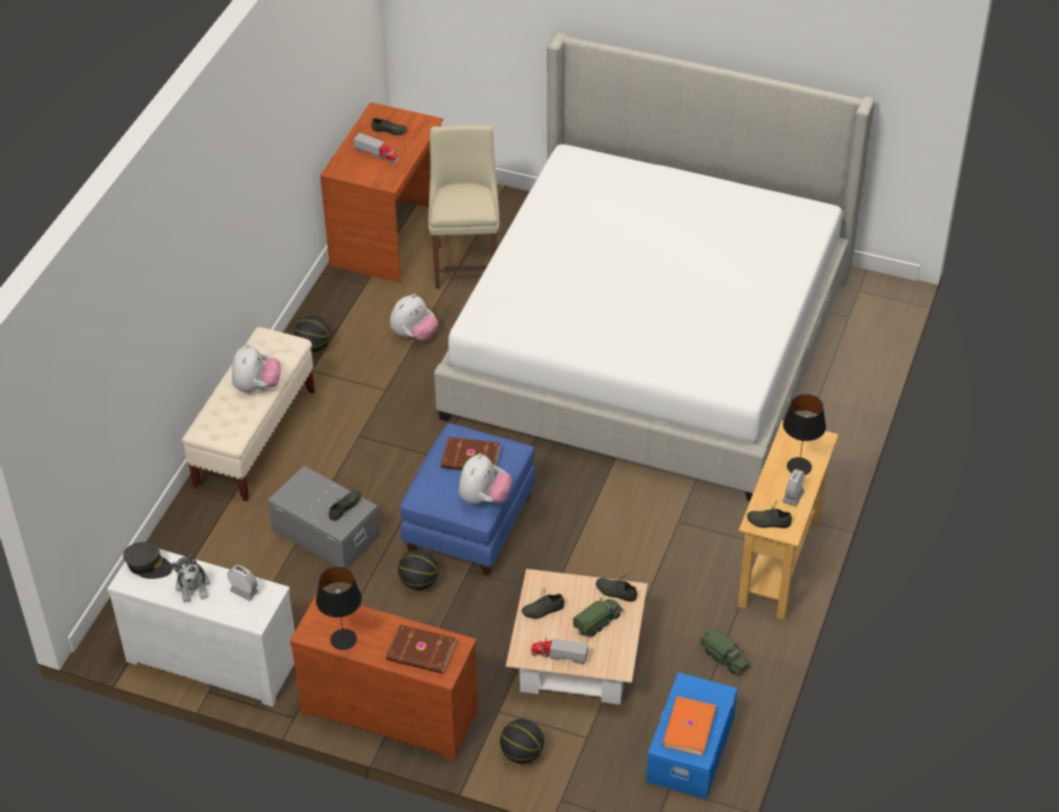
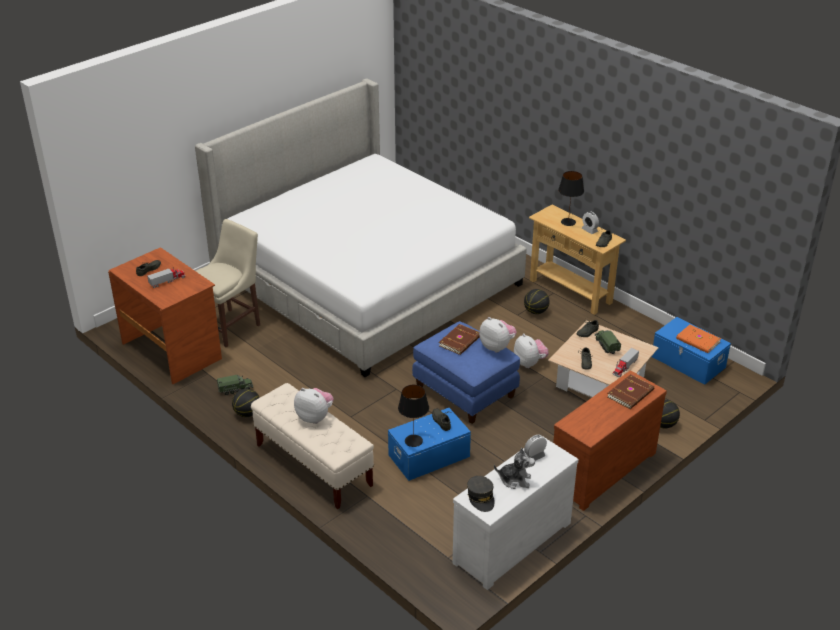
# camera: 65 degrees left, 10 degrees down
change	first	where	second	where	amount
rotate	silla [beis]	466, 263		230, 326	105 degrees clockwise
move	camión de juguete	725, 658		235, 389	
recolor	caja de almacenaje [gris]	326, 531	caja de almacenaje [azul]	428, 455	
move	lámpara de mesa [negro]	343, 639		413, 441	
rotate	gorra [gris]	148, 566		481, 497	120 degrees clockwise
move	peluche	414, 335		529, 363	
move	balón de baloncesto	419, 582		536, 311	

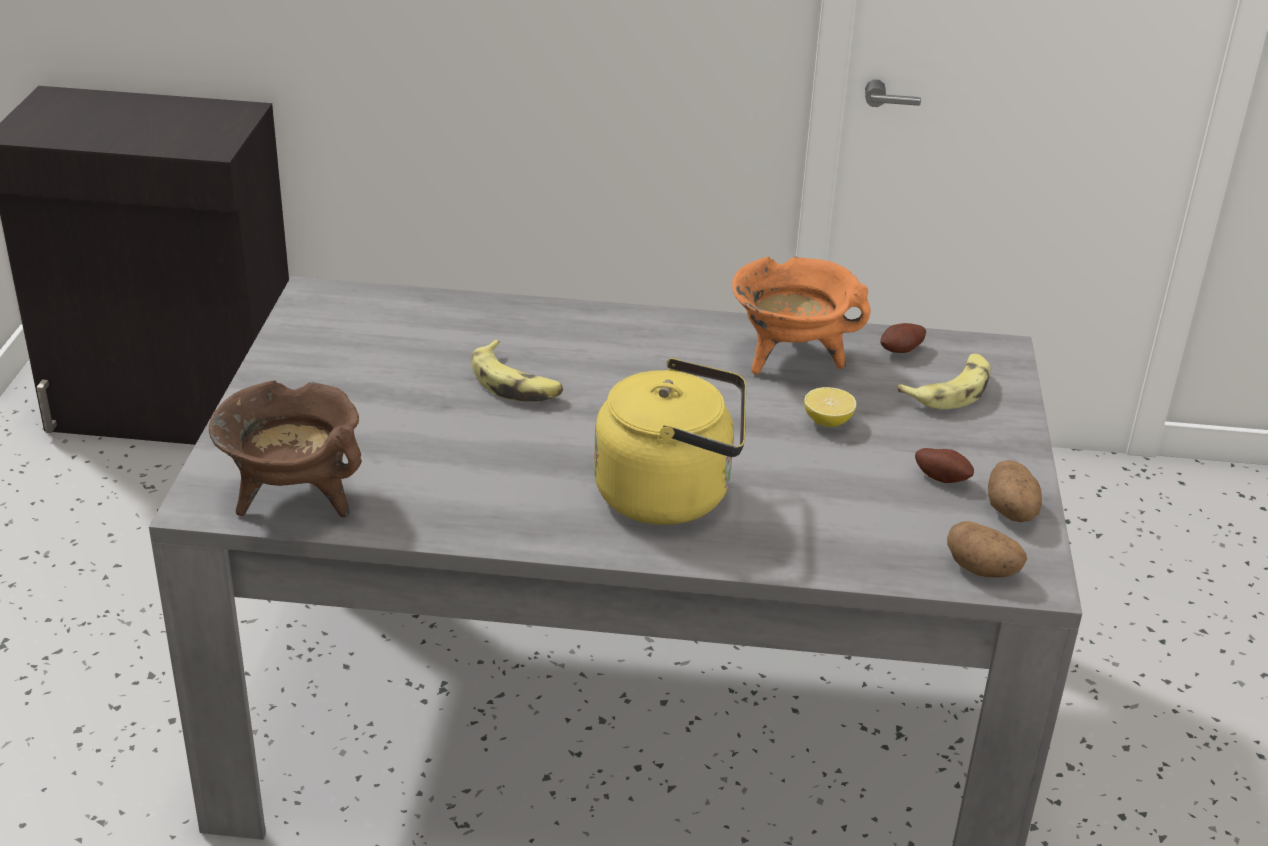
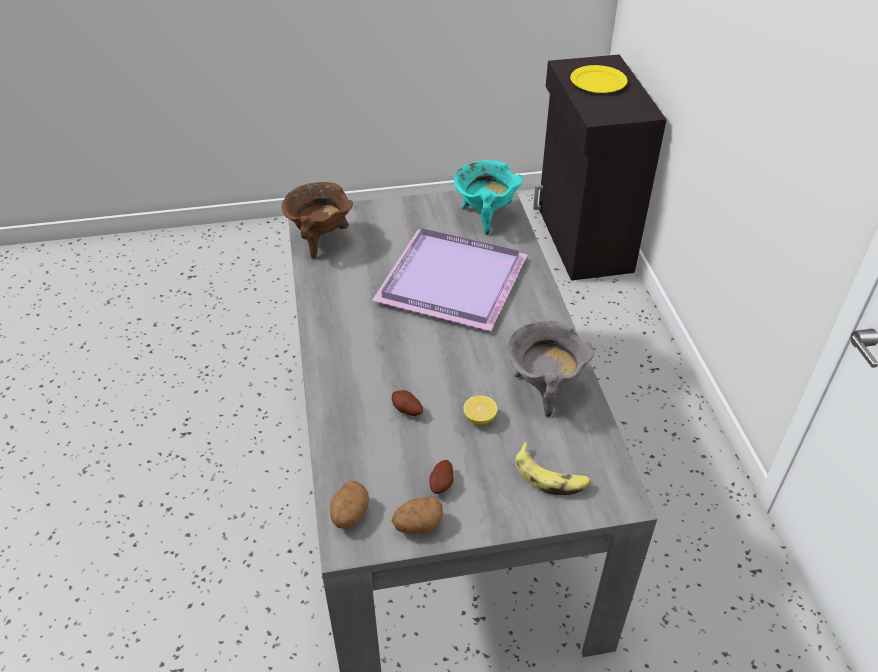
# camera: 75 degrees right, 10 degrees up
change	first	where	second	where	amount
replace	plátano	516, 383	bandeja [morado]	453, 283	
move	patata	902, 351		406, 411	
insert			olla [turquesa]	485, 217	
recolor	olla [naranja]	790, 359	olla [gris]	544, 389	
insert			plato [amarillo]	598, 82	
delete	hervidor [amarillo]	671, 494			

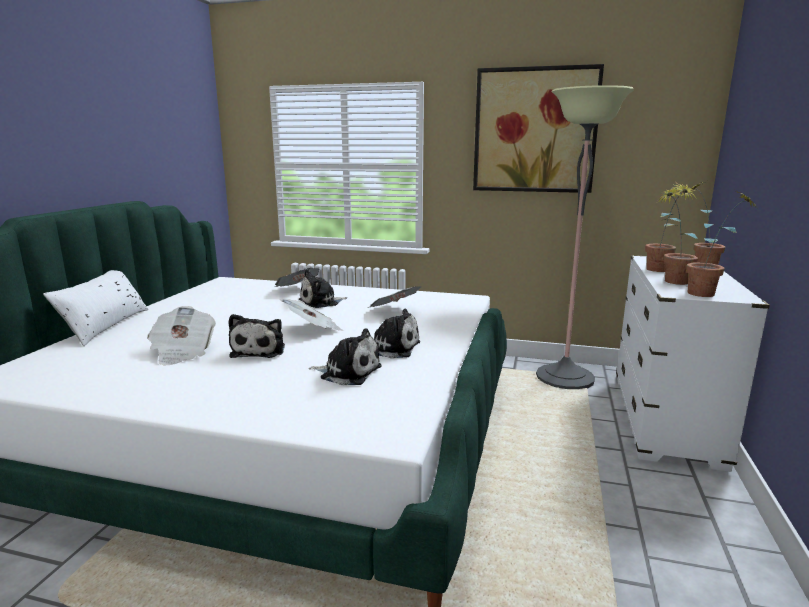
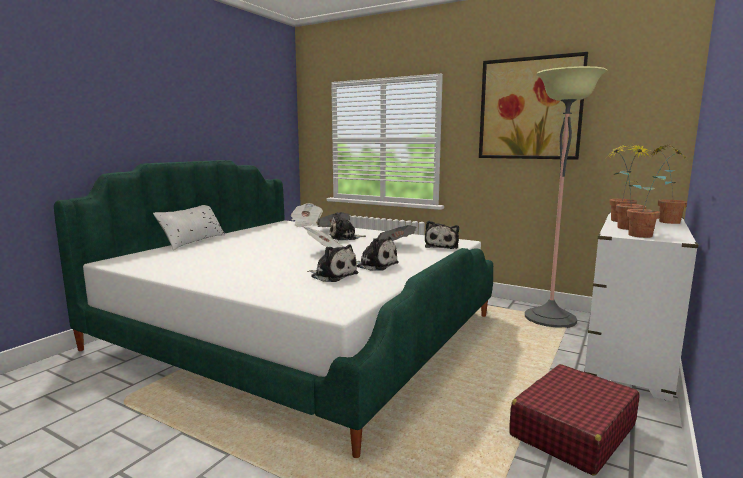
# camera: 15 degrees right, 5 degrees down
change	first	where	second	where	amount
move	periódico	182, 352		306, 224	
move	peluche	260, 350		442, 246	
insert			maleta [rojo]	572, 431	

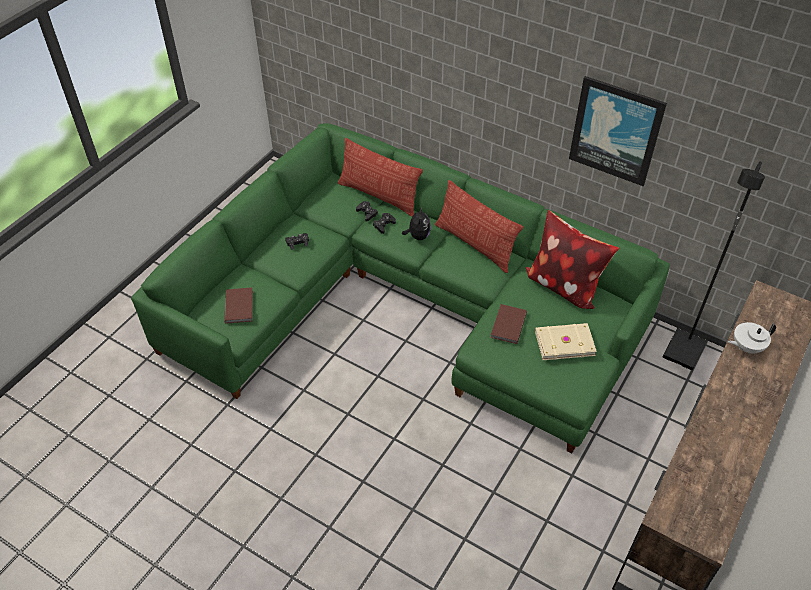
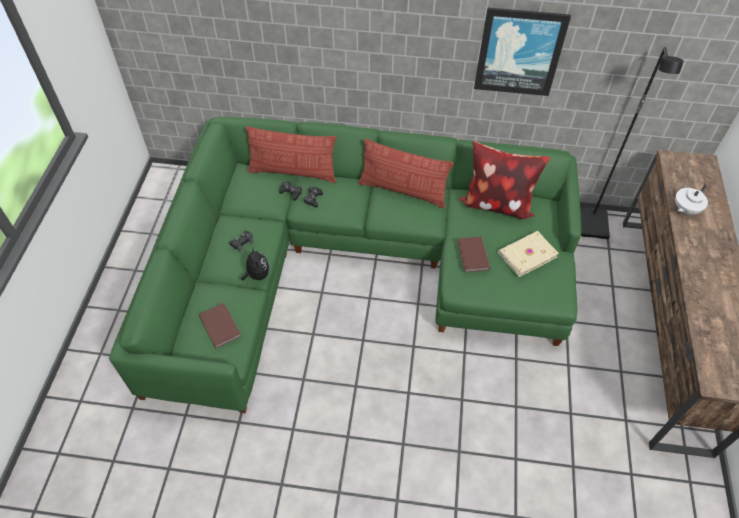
# camera: 25 degrees left, 5 degrees up
change	first	where	second	where	amount
move	peluche	418, 236		257, 275	

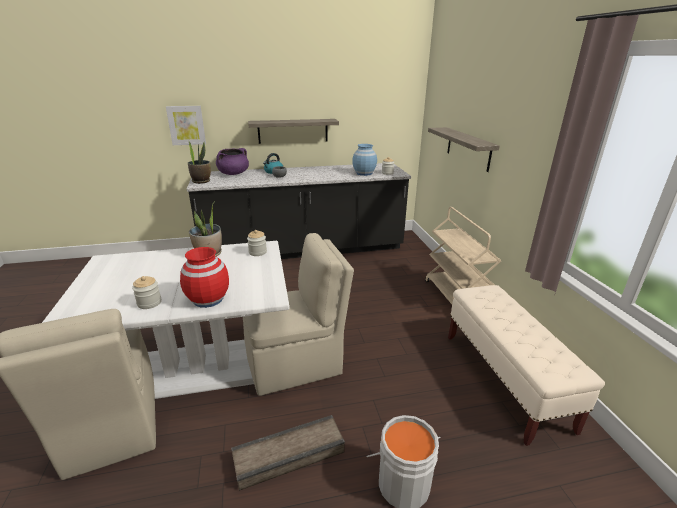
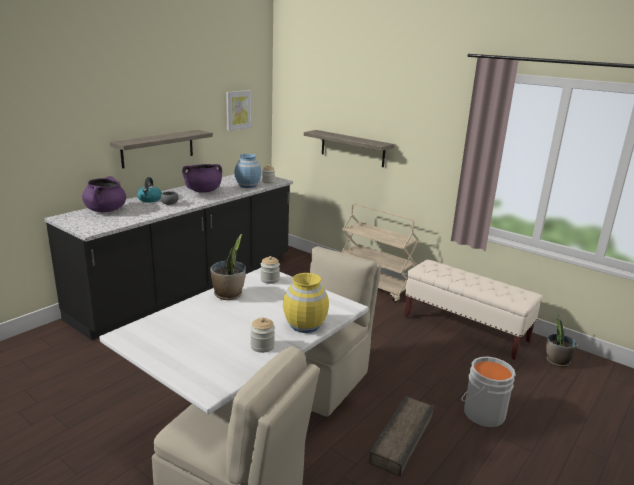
# camera: 40 degrees left, 5 degrees down
change	first	where	second	where	amount
insert			olla [morado]	203, 191	
move	cuadro	186, 125		238, 110	
recolor	florero [rojo]	208, 299	florero [amarillo]	304, 325	
move	planta en maceta	201, 181		557, 361	

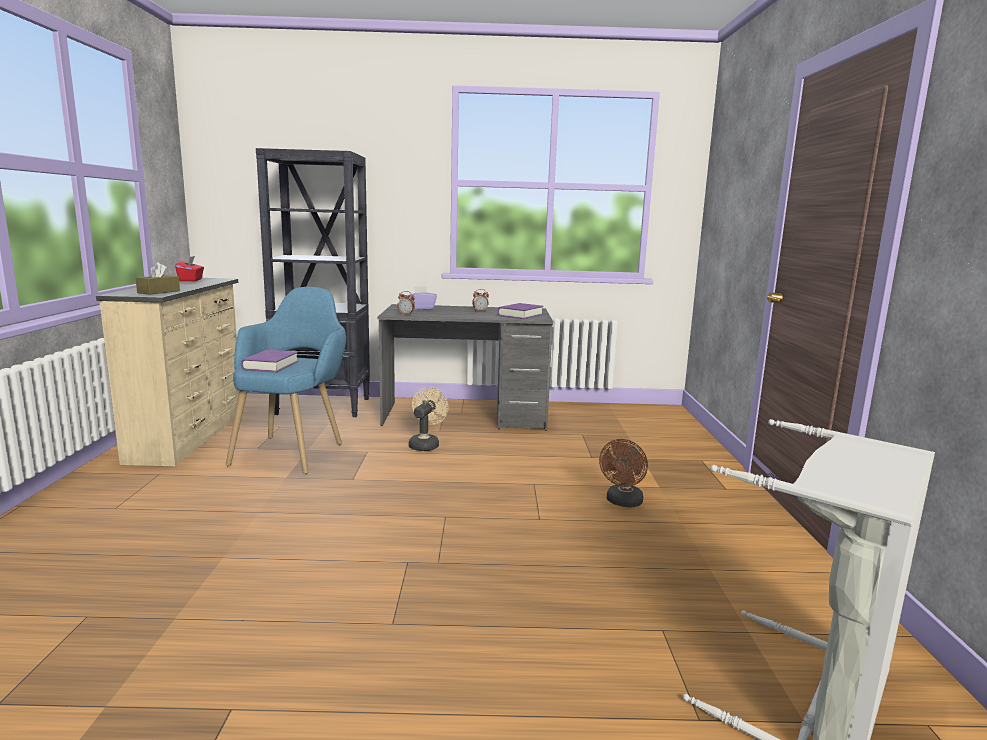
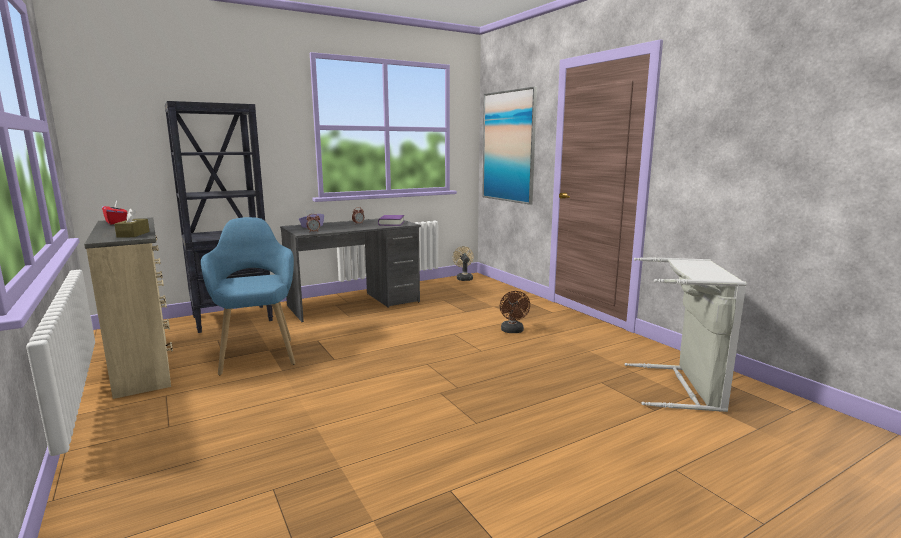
# camera: 30 degrees left, 0 degrees up
change	first	where	second	where	amount
move	ventilador [beis]	426, 444		463, 278	
insert			cuadro	508, 146	
delete	libro [morado]	270, 366			

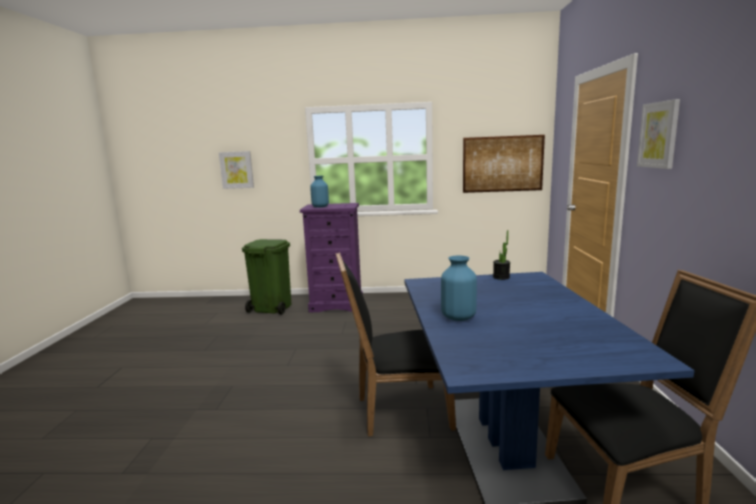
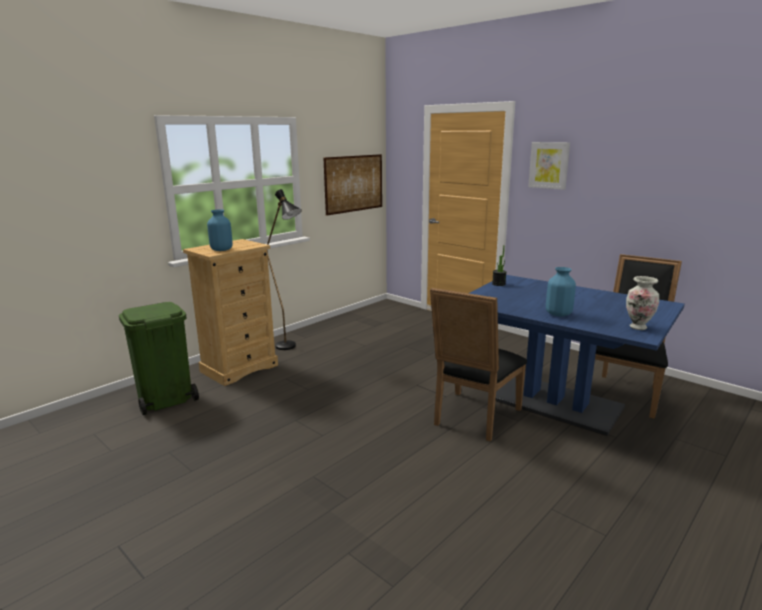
# camera: 50 degrees left, 5 degrees up
change	first	where	second	where	amount
recolor	cómoda [morado]	337, 305	cómoda [beis]	239, 368	
insert			lámpara de pie [negro]	290, 348	
insert			florero	638, 327	
delete	cuadro	236, 170			

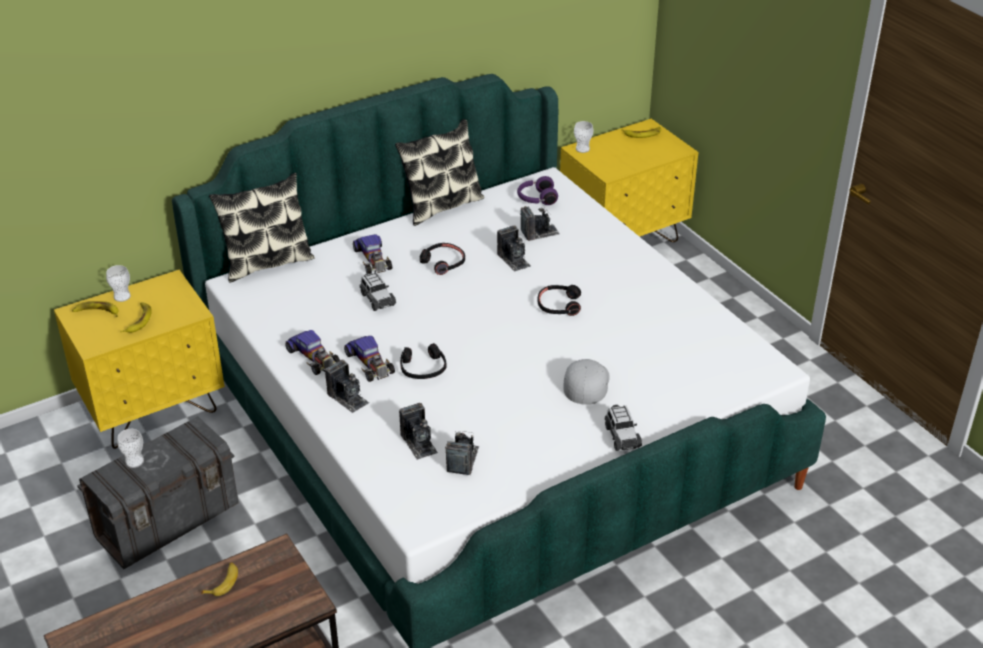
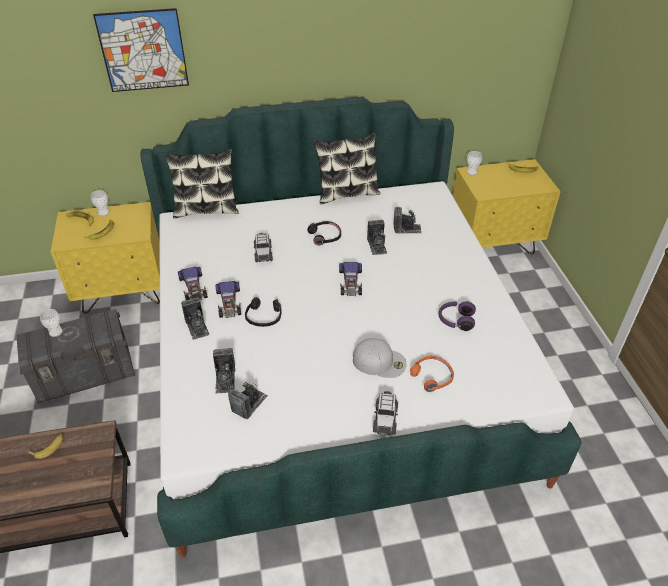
# camera: 20 degrees right, 5 degrees up
change	first	where	second	where	amount
insert			cuadro	143, 51	
move	coche de juguete	373, 259		350, 282	
rotate	gorra [blanco]	585, 382		380, 361	75 degrees clockwise
insert			auriculares [naranja]	432, 376	
move	auriculares [morado]	536, 199		455, 320	
delete	auriculares [negro]	559, 305			

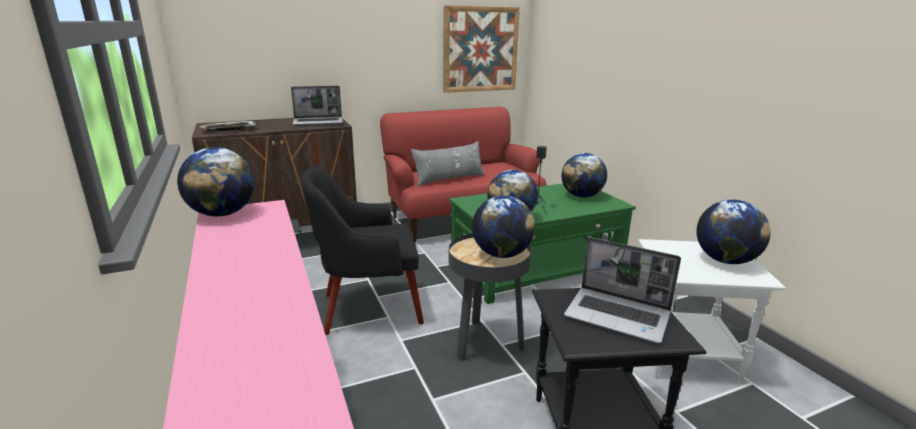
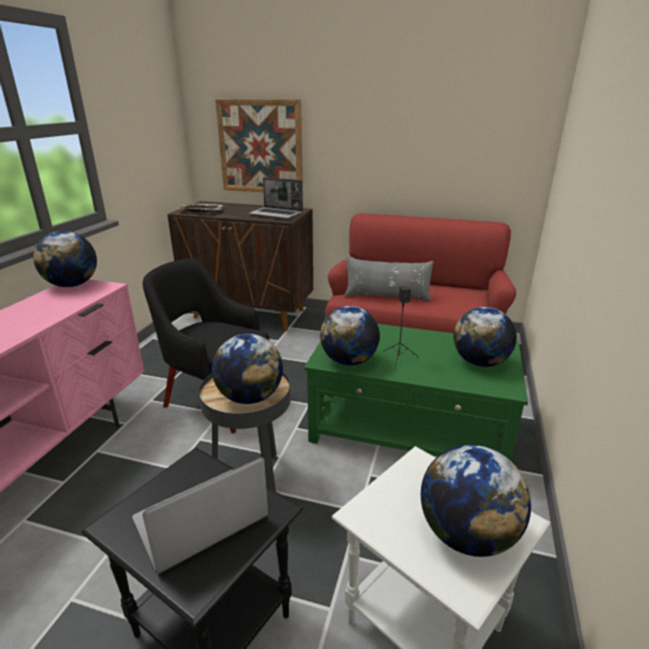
# camera: 40 degrees right, 5 degrees up
change	first	where	second	where	amount
rotate	portátil	618, 316		200, 522	75 degrees clockwise
move	cuadro	480, 49		260, 147	

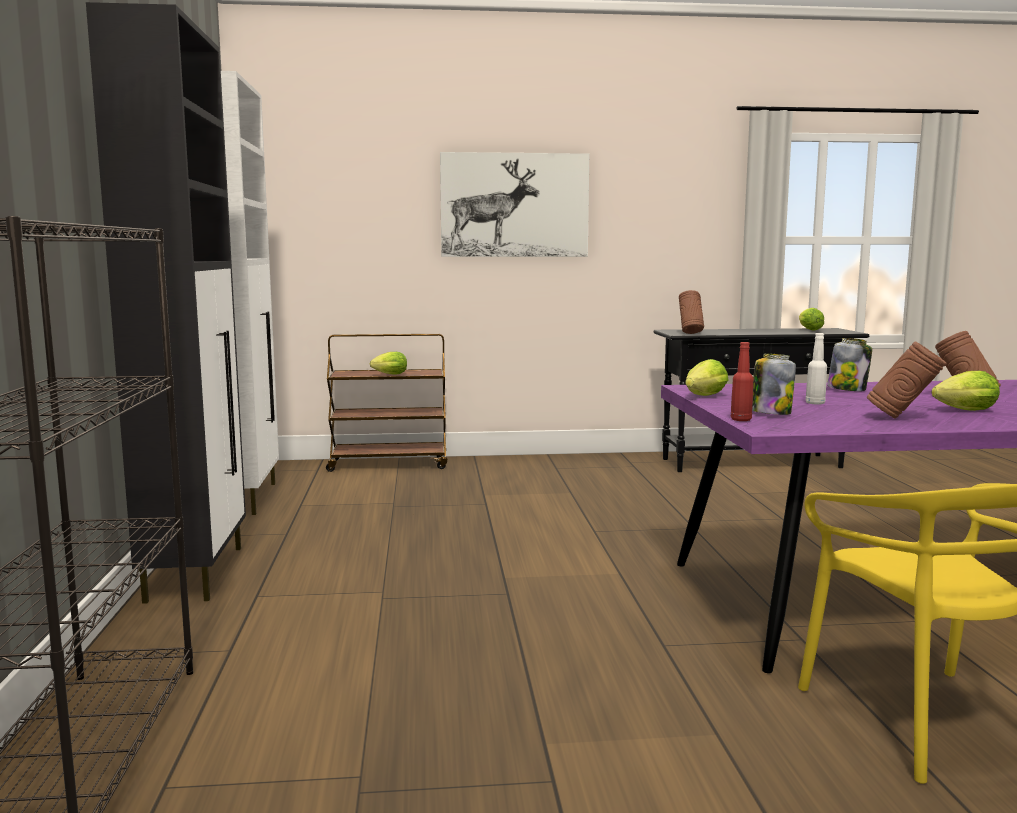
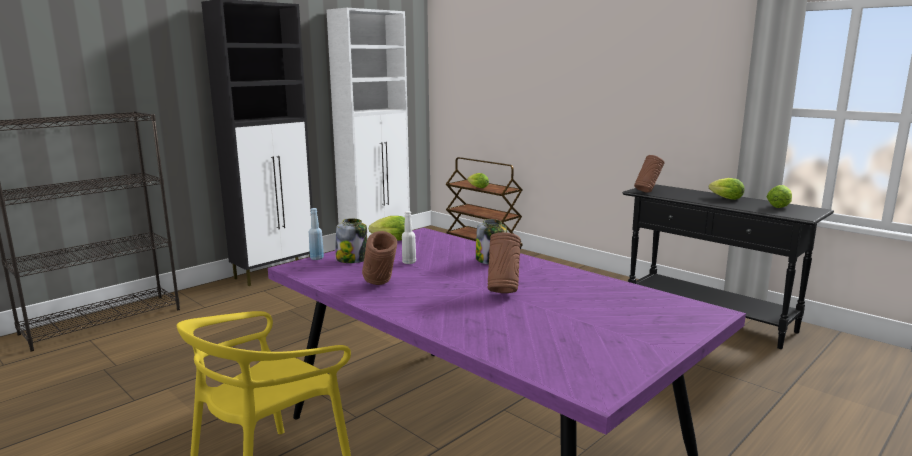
# camera: 50 degrees right, 5 degrees up
change	first	where	second	where	amount
recolor	botella [rojo]	741, 420	botella [azul]	317, 258	
move	lechuga	962, 411		724, 198	
delete	cuadro	514, 205			

